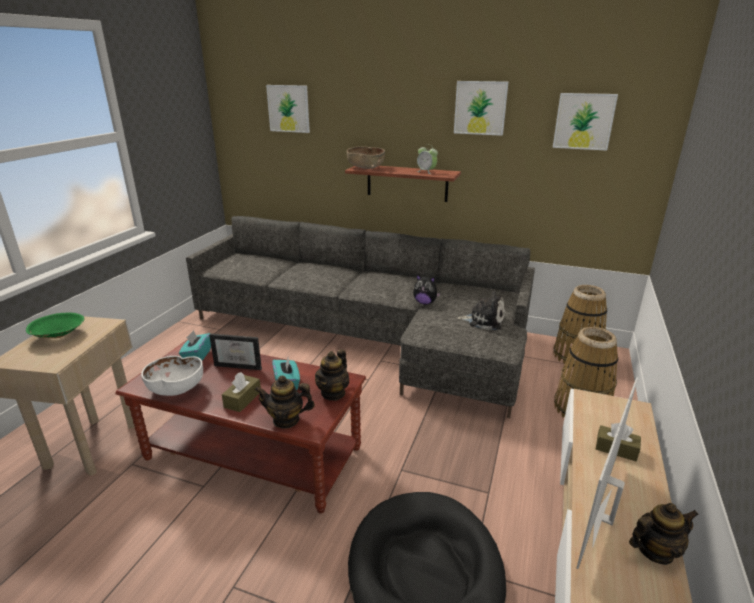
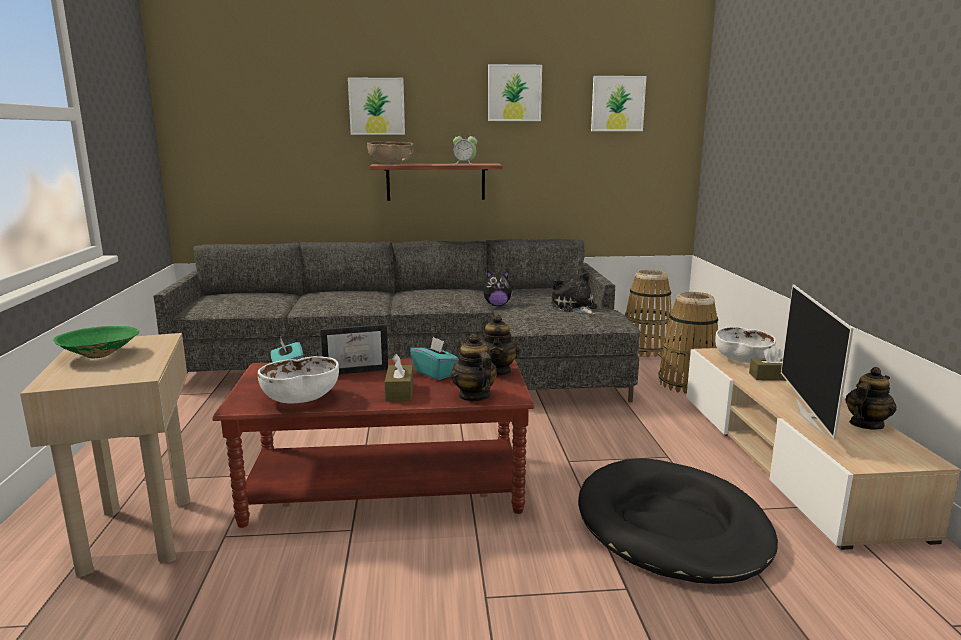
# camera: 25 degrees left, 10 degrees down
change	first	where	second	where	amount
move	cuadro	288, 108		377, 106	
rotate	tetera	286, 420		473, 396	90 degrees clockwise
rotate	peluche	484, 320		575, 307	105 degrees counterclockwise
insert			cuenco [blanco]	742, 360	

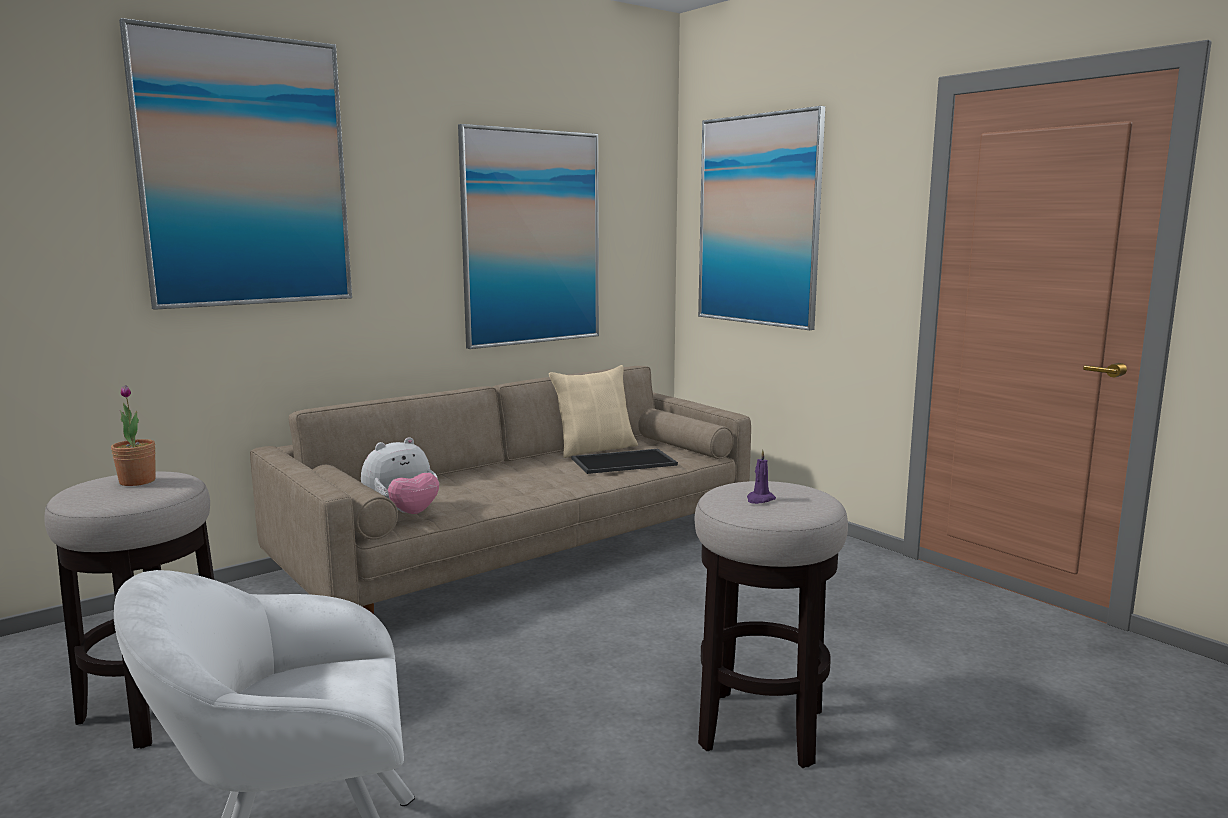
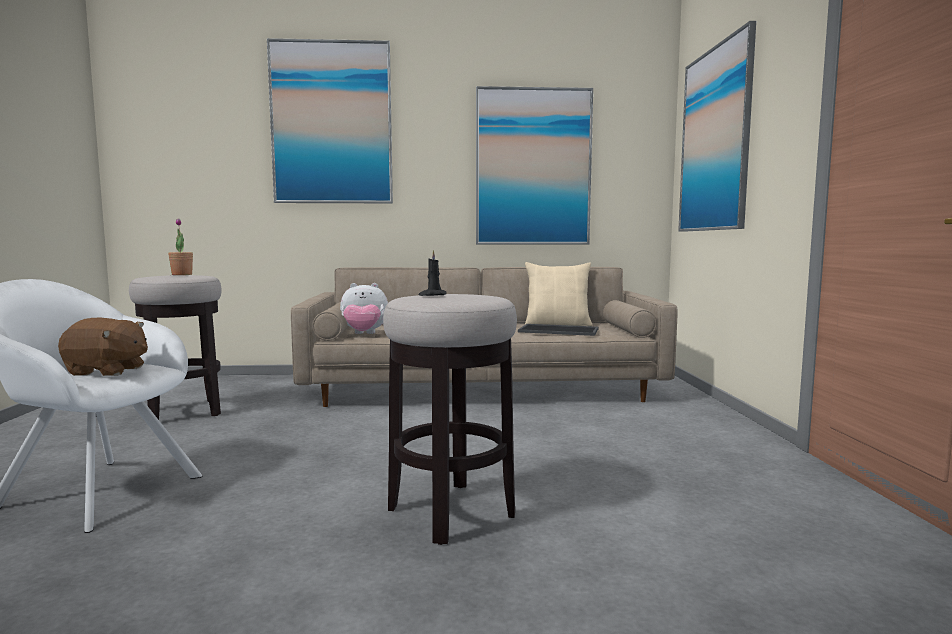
# camera: 35 degrees right, 5 degrees down
change	first	where	second	where	amount
insert			peluche [marrón]	107, 371	
recolor	vela [morado]	760, 499	vela [negro]	432, 295	

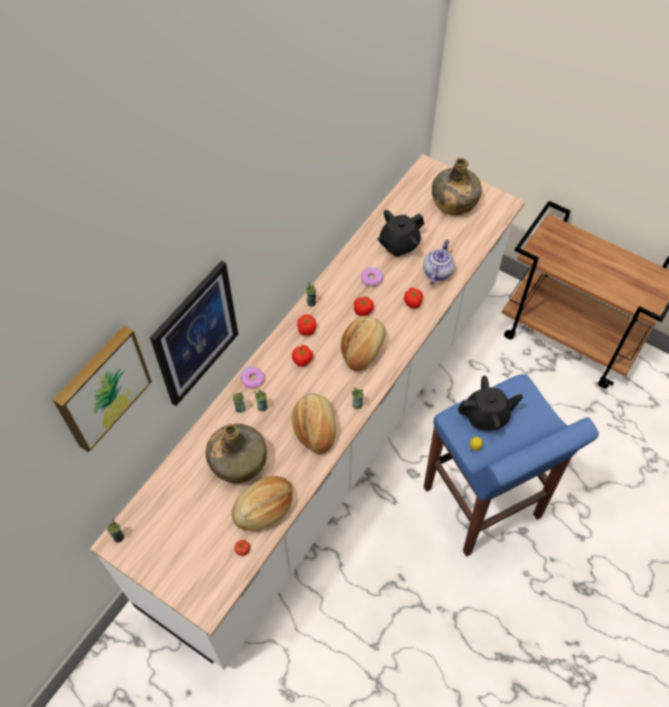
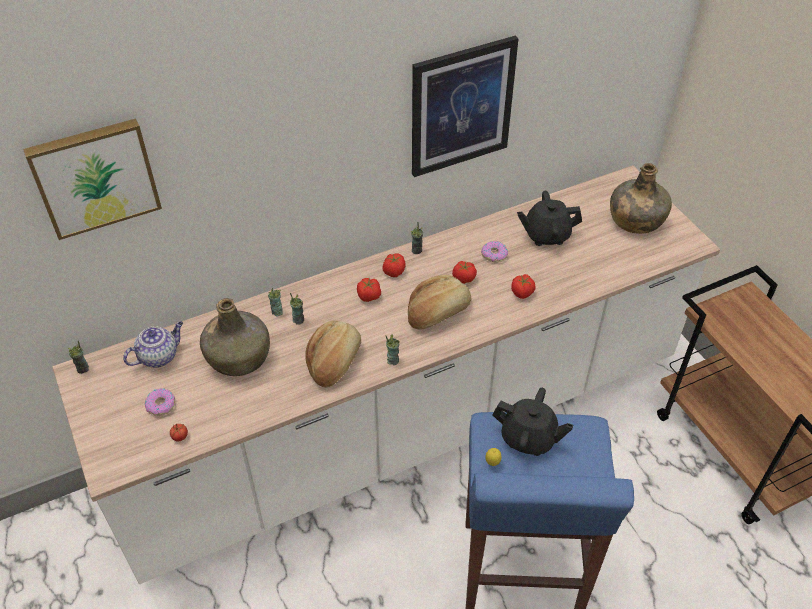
# camera: 30 degrees right, 10 degrees down
change	first	where	second	where	amount
move	tetera	437, 271		159, 356	
move	rosquilla	252, 379		161, 405	
move	cuadro	195, 334		461, 107	
delete	pan	264, 508			

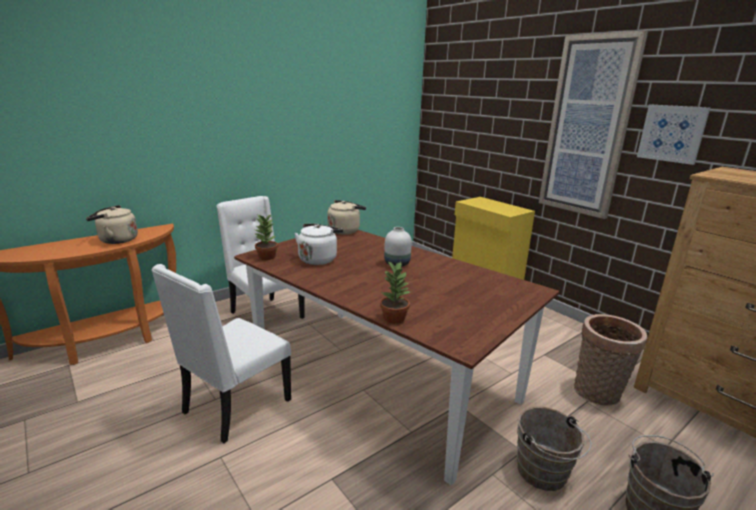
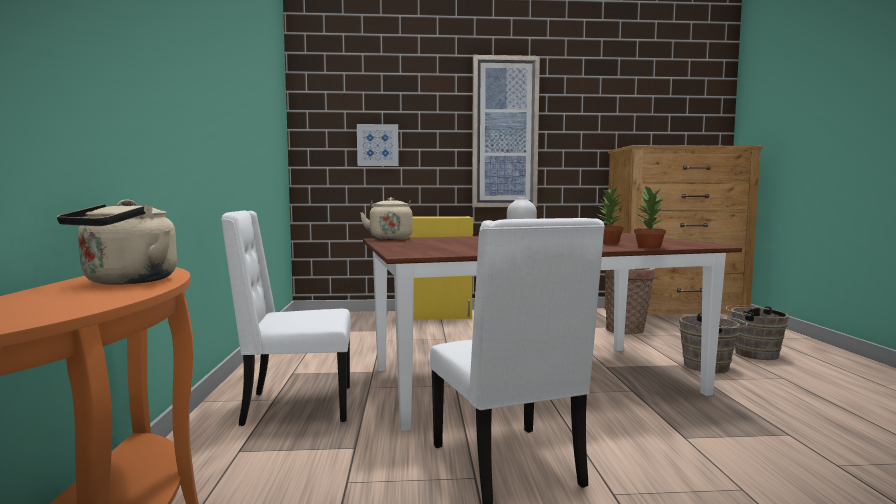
# camera: 55 degrees left, 15 degrees down
change	first	where	second	where	amount
move	cuadro	672, 133		377, 145	
move	planta en maceta	266, 257		608, 242	
delete	hervidor [blanco]	319, 259			

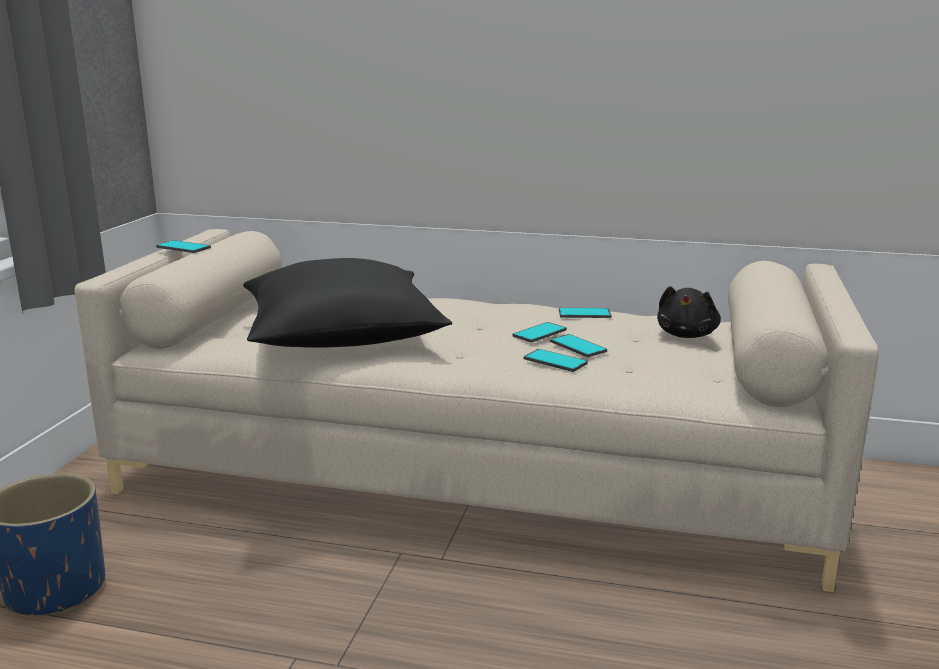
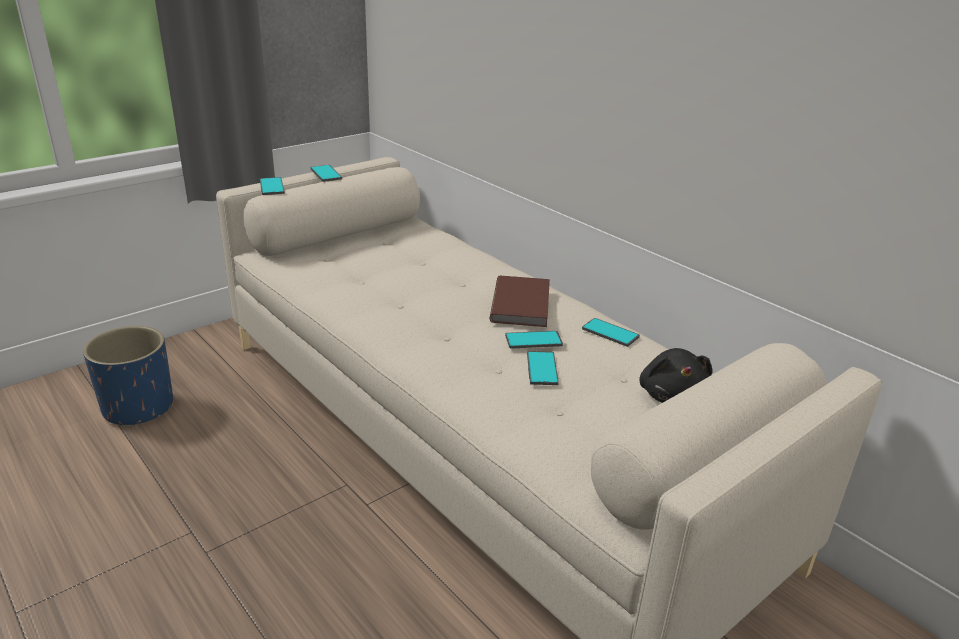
# camera: 35 degrees right, 10 degrees up
change	first	where	second	where	amount
move	móvil	555, 361		271, 187	
insert			libro [marrón]	523, 304	
rotate	peluche [negro]	687, 335		672, 395	60 degrees counterclockwise
delete	cojín [negro]	341, 336			

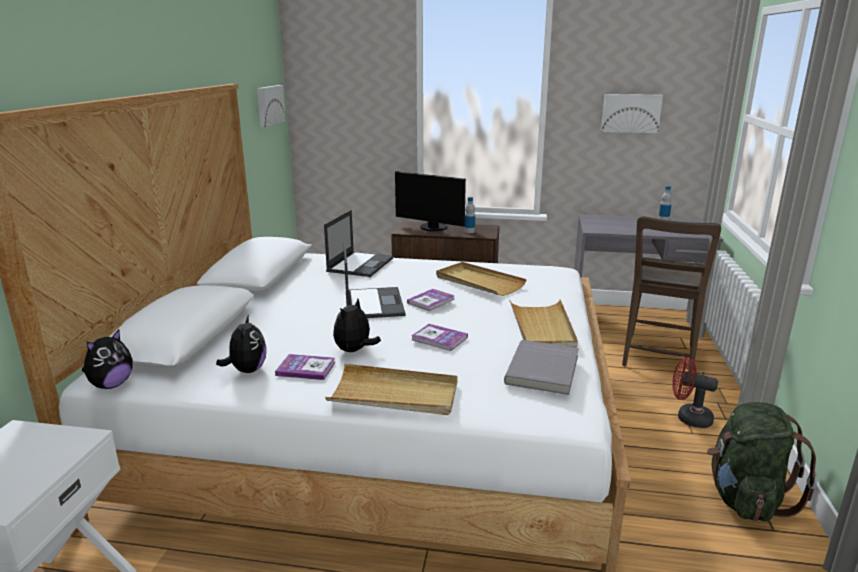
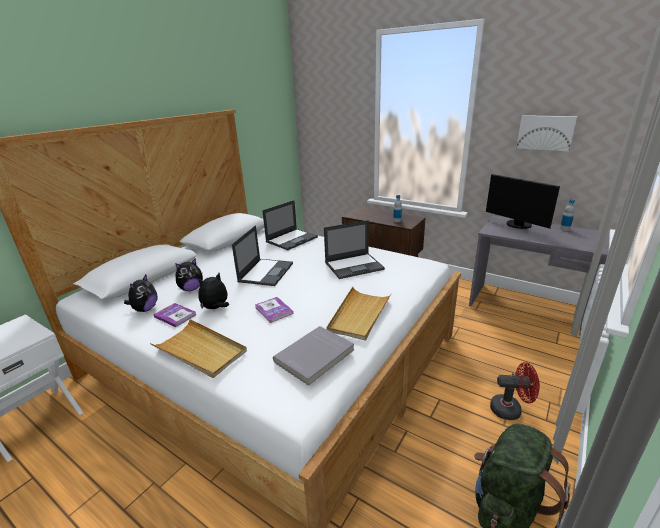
# camera: 25 degrees right, 5 degrees up
change	first	where	second	where	amount
move	peluche	111, 385		191, 289	
replace	bandeja [beis]	479, 282	portátil	354, 266	
move	monitor	432, 228		517, 225	
rotate	ventilador [rojo]	688, 418		510, 409	135 degrees clockwise
delete	cuadro	269, 105			
delete	libro	431, 301			
delete	silla [marrón]	657, 358			

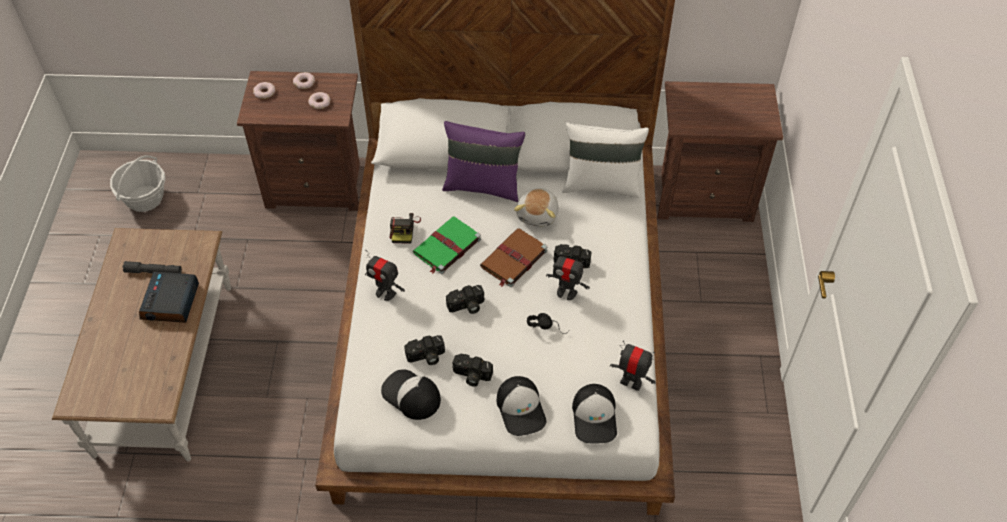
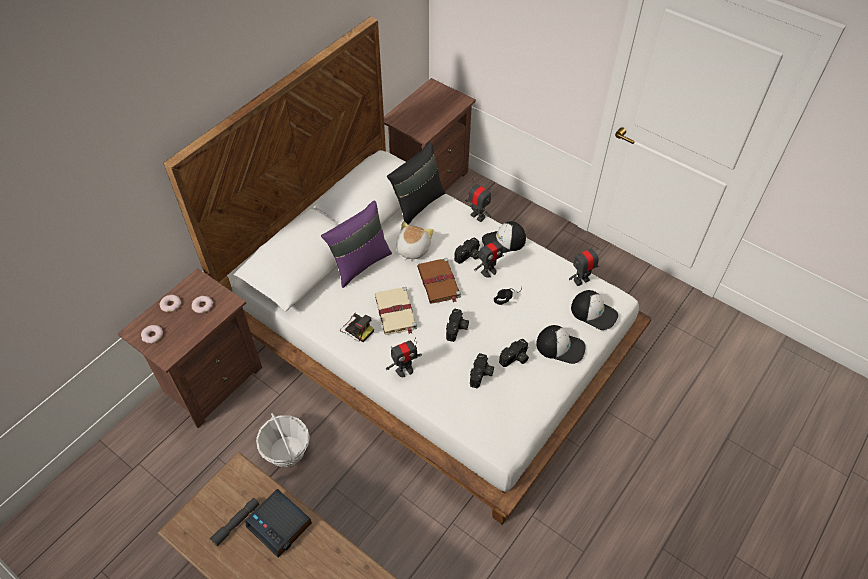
# camera: 55 degrees left, 0 degrees up
change	first	where	second	where	amount
move	cesta	145, 198		286, 451	
recolor	libro [verde]	446, 247	libro [beis]	396, 313	
recolor	cojín [blanco]	601, 184	cojín [negro]	417, 204	
rotate	peluche	538, 214		412, 249	120 degrees counterclockwise
insert			robot de juguete	477, 216	
move	gorra	411, 395		503, 241	

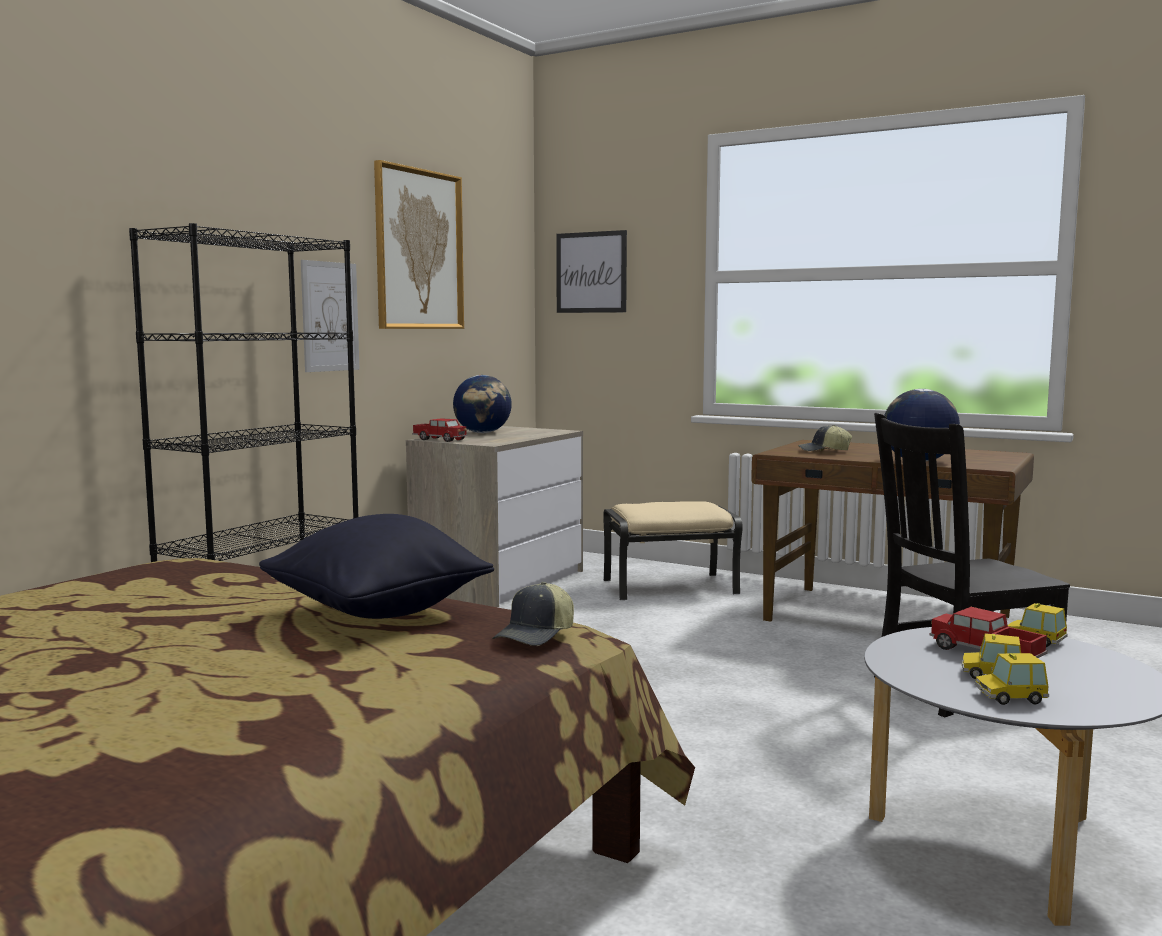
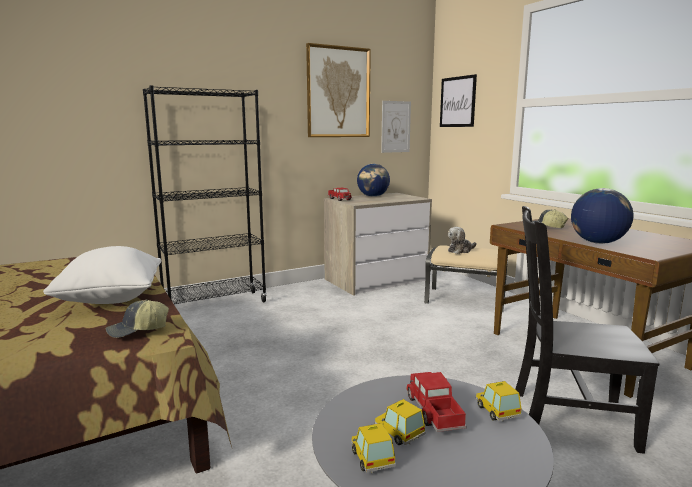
# camera: 30 degrees right, 5 degrees up
change	first	where	second	where	amount
recolor	cojín [negro]	377, 614	cojín [blanco]	111, 299	
rotate	coche de juguete	1010, 697		372, 458	45 degrees clockwise
move	cuadro	330, 316		395, 127	
insert			peluche	460, 250	

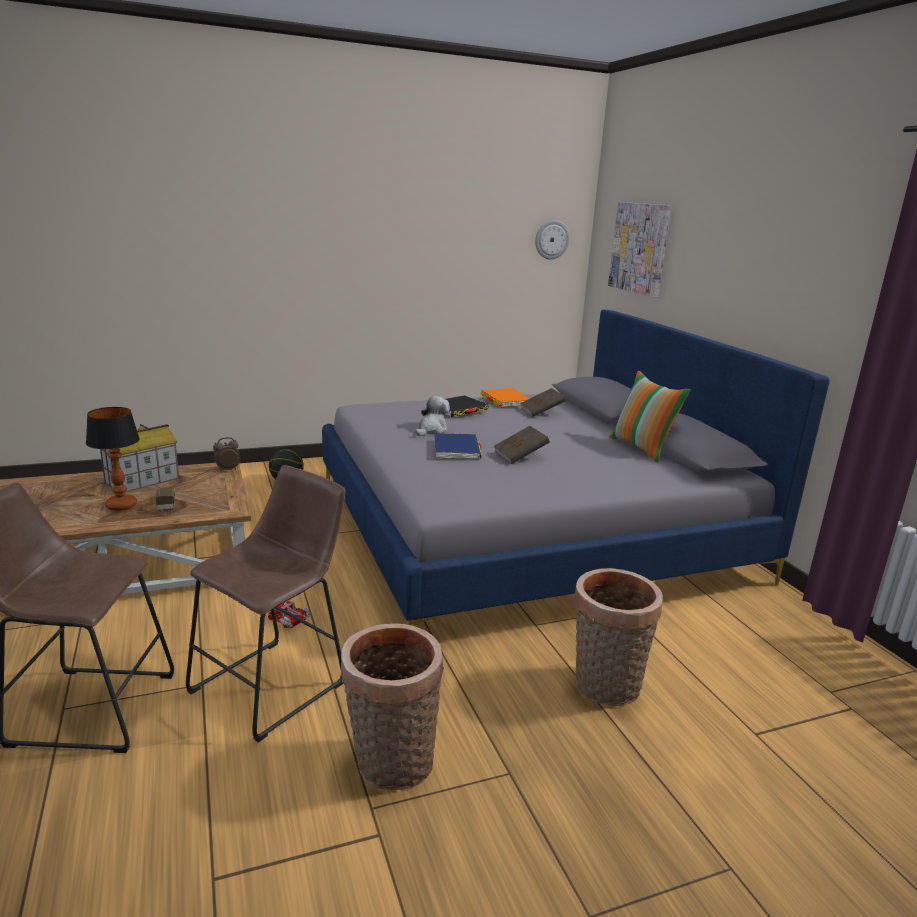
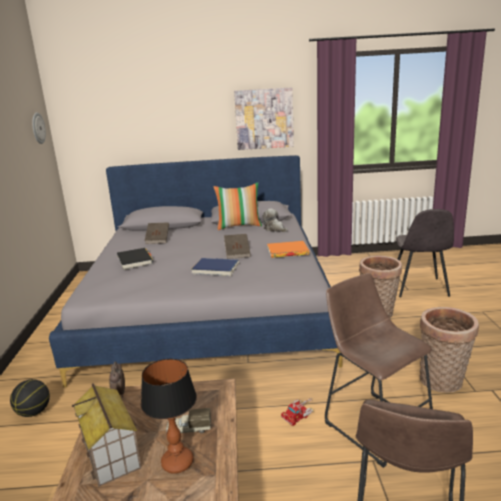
# camera: 70 degrees left, 0 degrees up
change	first	where	second	where	amount
move	cuadro	639, 248		264, 119	
move	peluche	432, 430		274, 229	
move	libro [naranja]	505, 400		287, 251	
insert			silla [gris]	419, 288	

